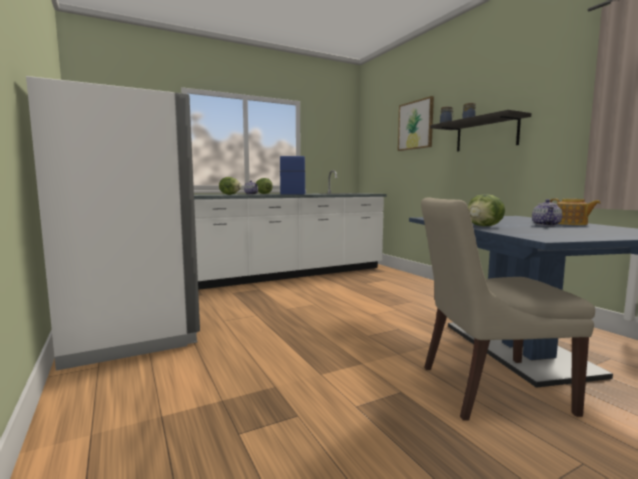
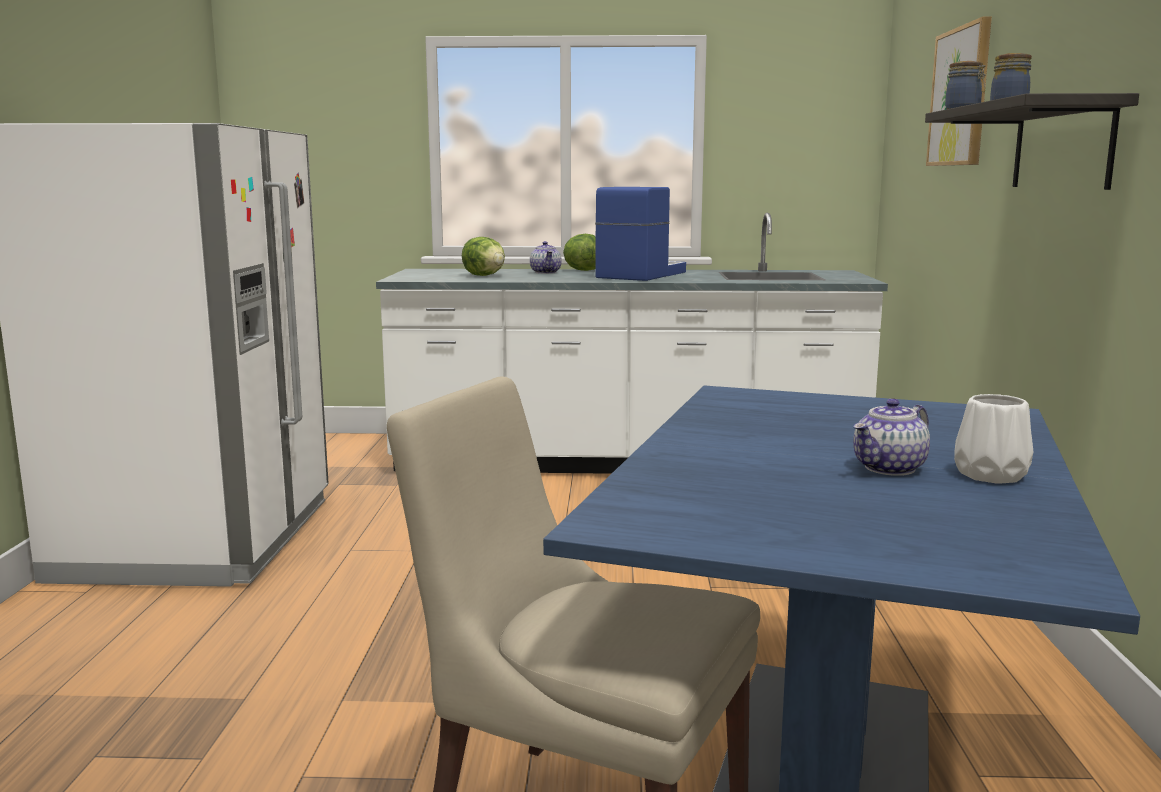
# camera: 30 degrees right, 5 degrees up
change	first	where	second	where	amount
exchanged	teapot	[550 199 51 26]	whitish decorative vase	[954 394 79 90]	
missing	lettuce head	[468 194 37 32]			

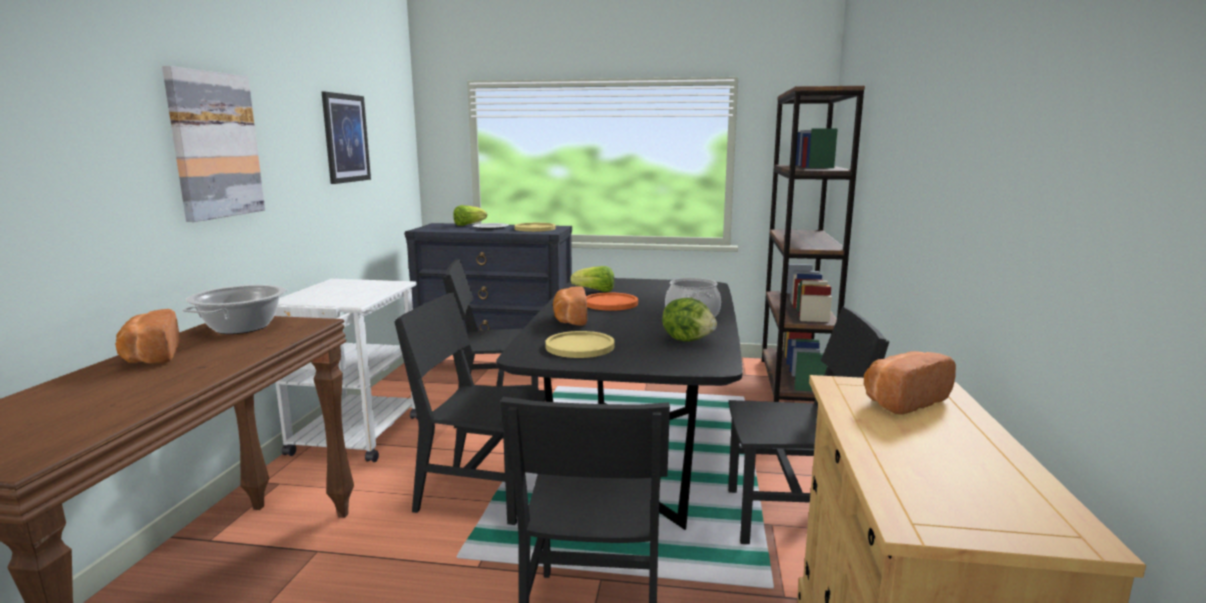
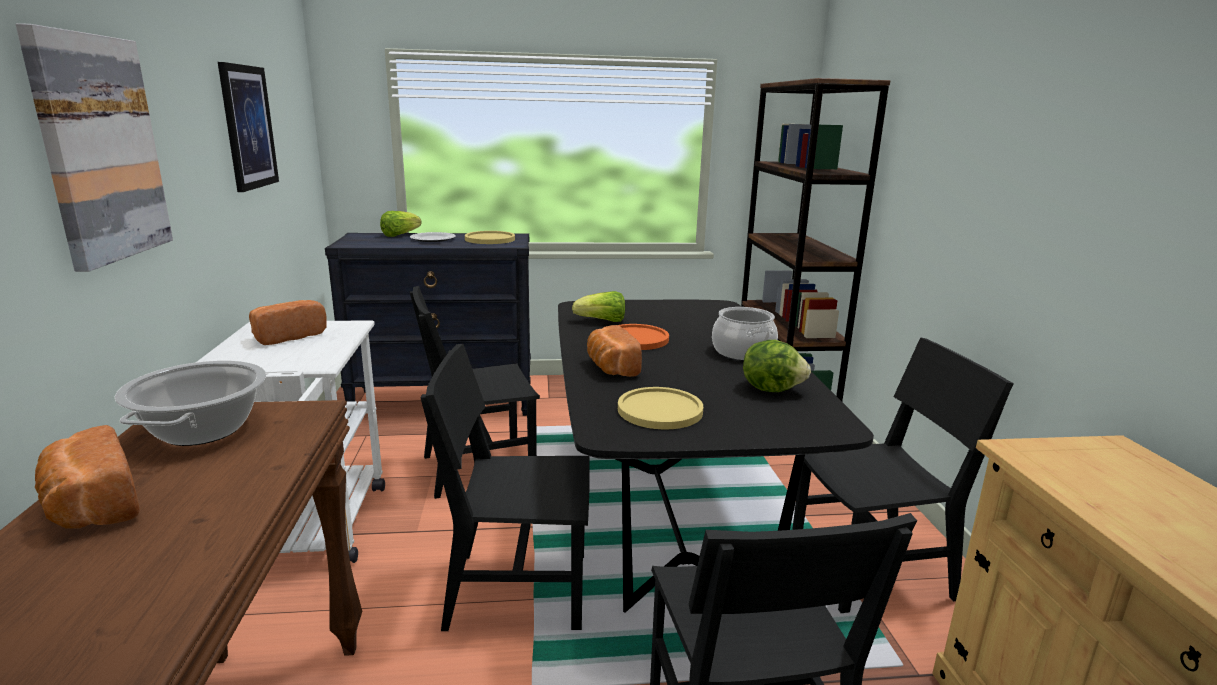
# camera: 15 degrees left, 5 degrees up
change	first	where	second	where	amount
relocated	bakery bread	[864 351 92 64]		[249 300 78 45]	

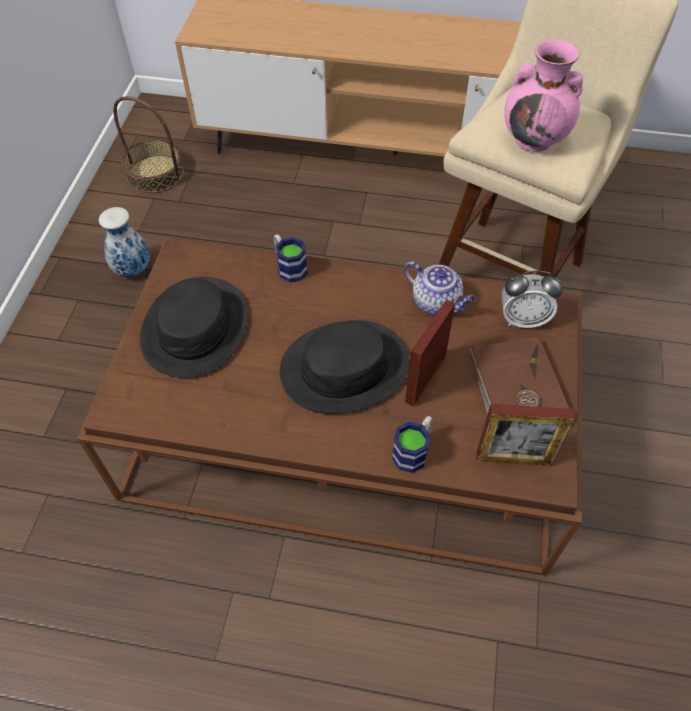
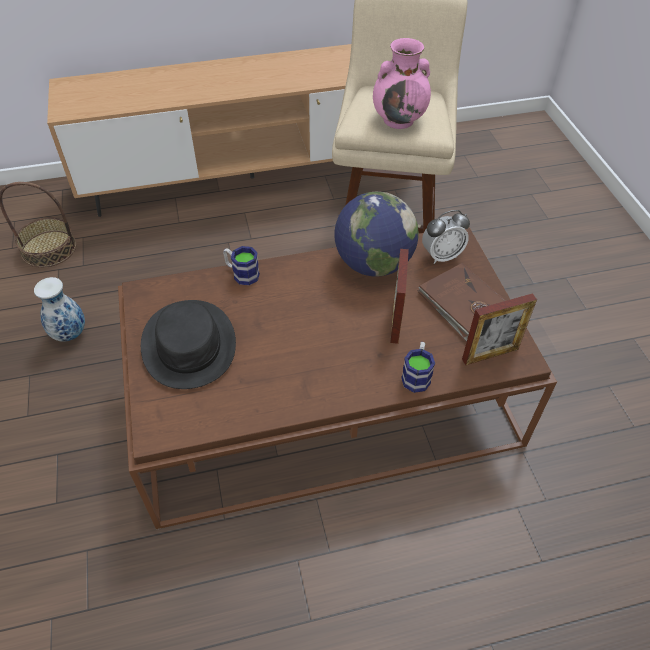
# camera: 25 degrees left, 5 degrees down
change	first	where	second	where	amount
exchanged	teapot	[404 261 72 55]	world globe	[334 192 85 85]	
missing	blackish clothing hat	[280 320 130 94]			

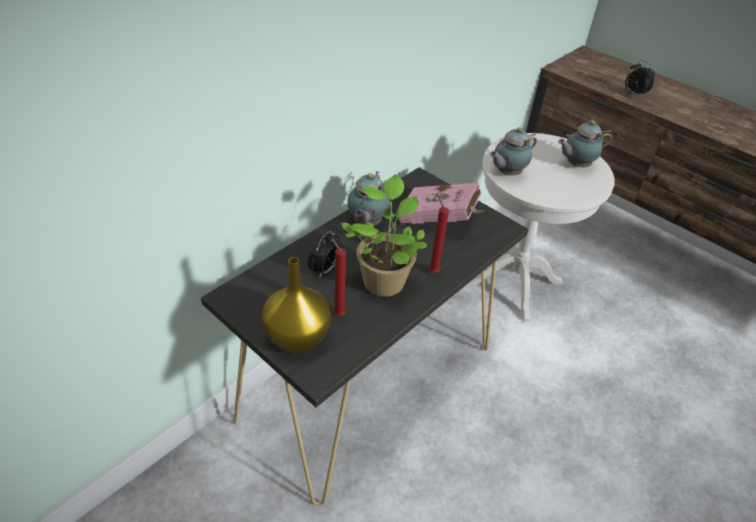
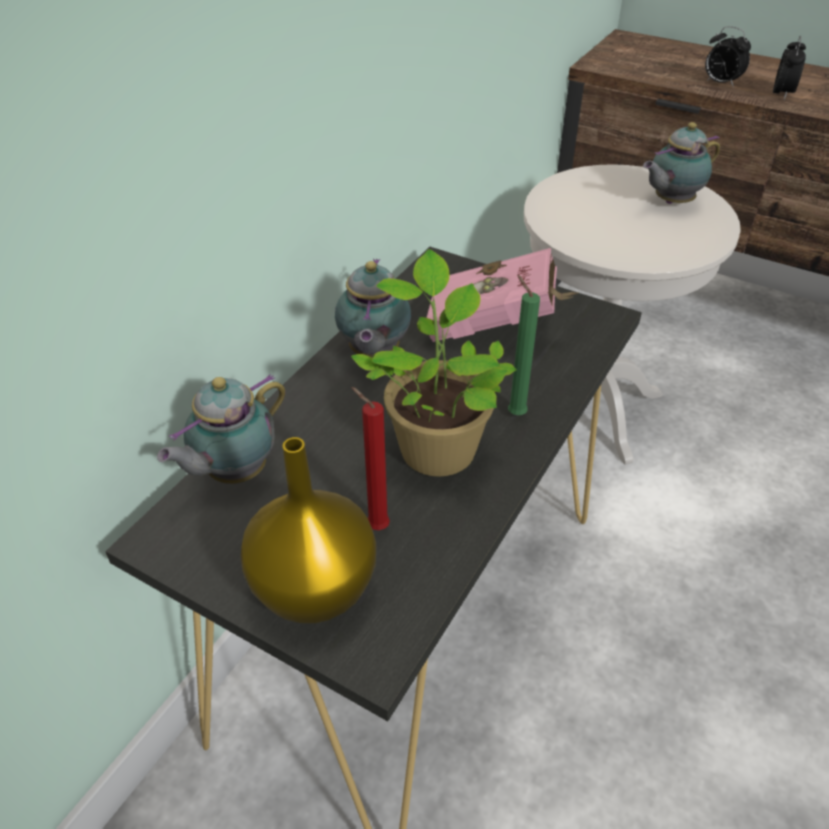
# camera: 10 degrees left, 0 degrees up
change	first	where	second	where	amount
relocated	teapot	[490 127 47 49]		[157 374 128 110]	
colour	reddish wax light	[429 197 20 76]	greenish wax light	[508 275 32 140]	
relocated	alarm clock	[308 231 33 47]		[773 36 33 64]	

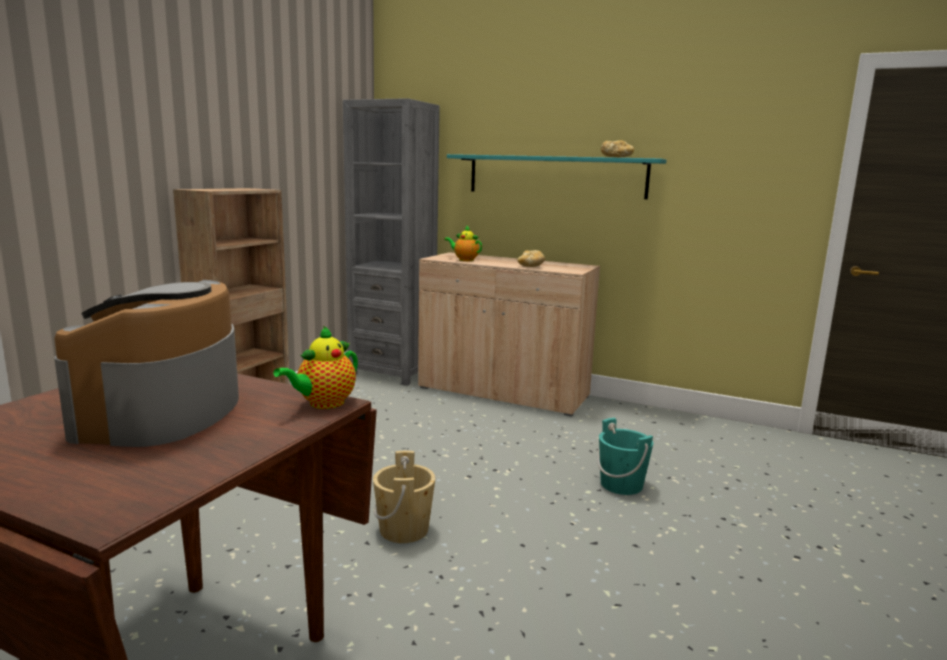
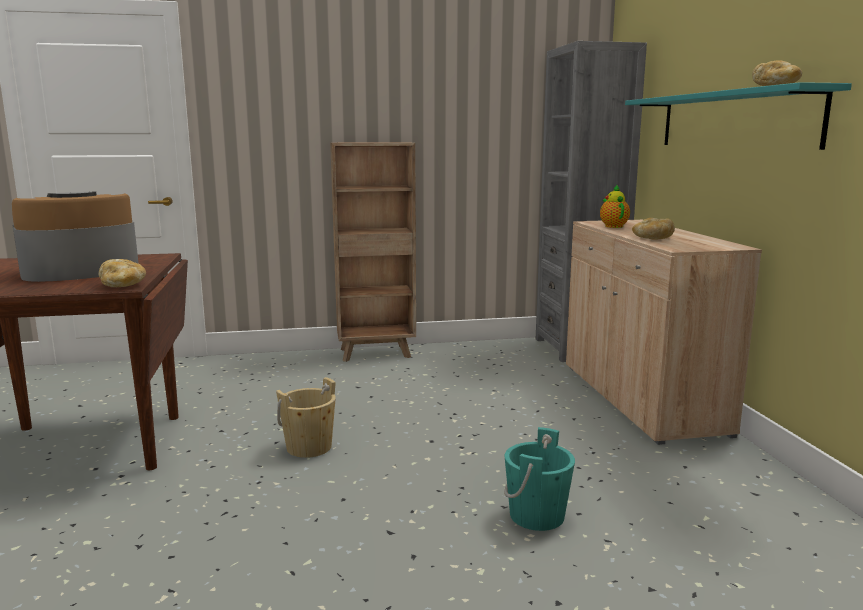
# camera: 55 degrees right, 0 degrees up
change	first	where	second	where	amount
exchanged	teapot	[273 326 85 83]	bakery bread	[99 259 47 28]	

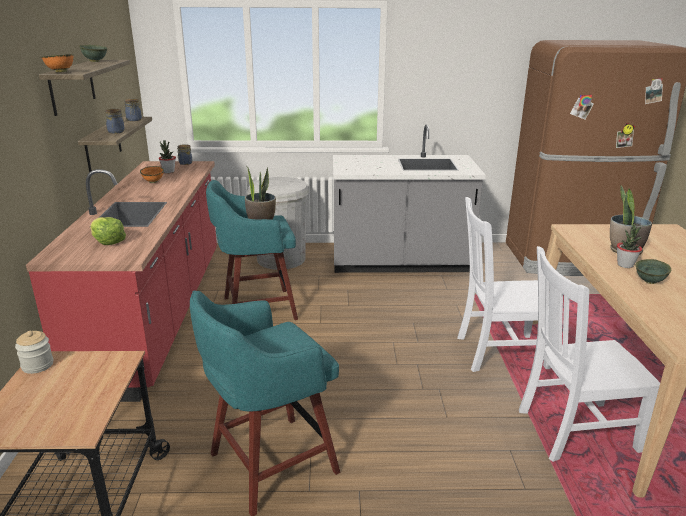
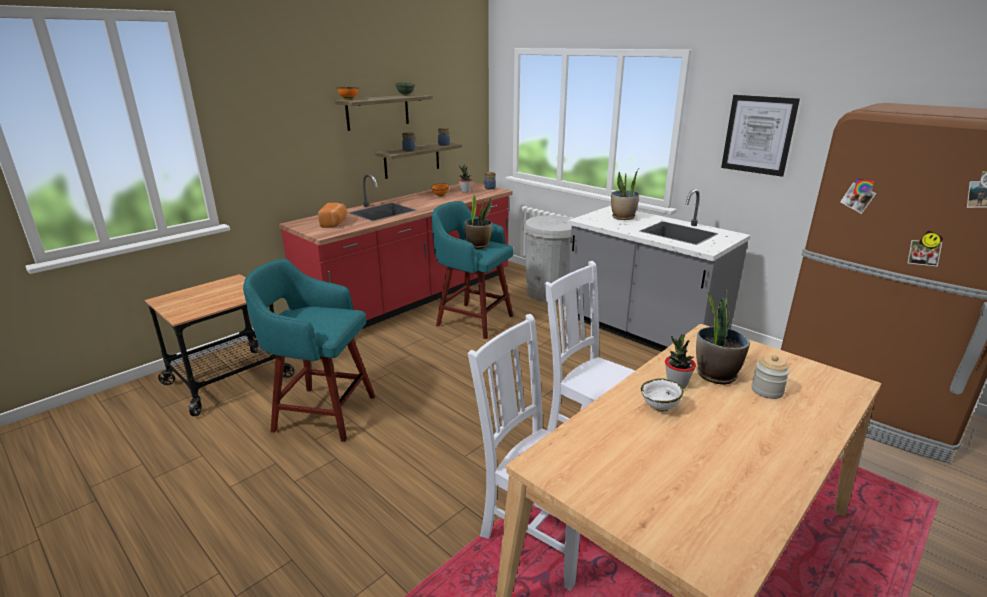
# camera: 45 degrees right, 0 degrees up
change	first	where	second	where	amount
exchanged	lettuce head	[90 217 36 28]	bakery bread	[318 203 29 25]	
appeared			houseplant	[611 169 28 51]	
colour	greenish deep dish	[636 259 35 25]	whitish deep dish	[641 378 43 34]	
appeared			wall art	[721 95 79 82]	
relocated	preserve jar	[15 331 38 43]		[752 355 38 44]	

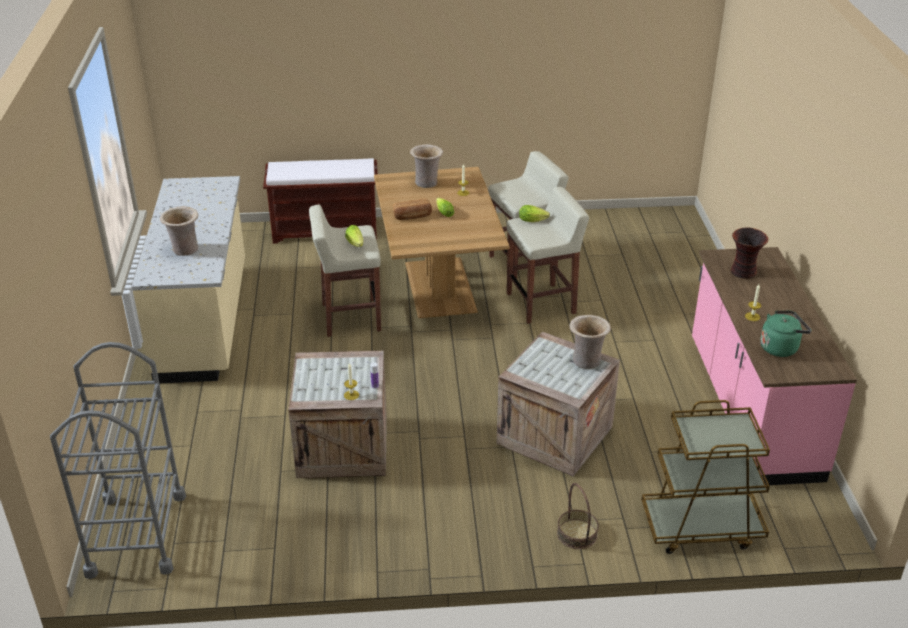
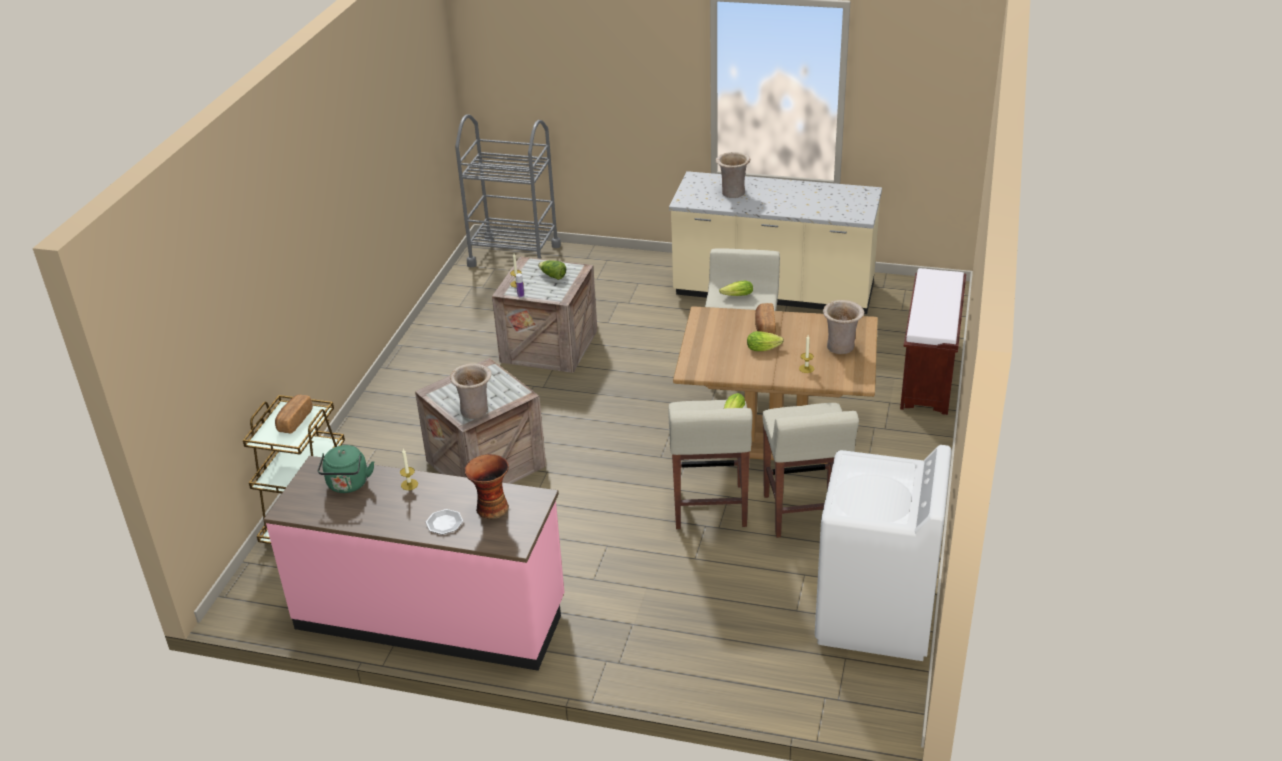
# camera: 110 degrees right, 0 degrees up
change	first	where	second	where	amount
appeared			bakery bread	[275 395 38 39]	
appeared			plate	[426 509 37 25]	
appeared			lettuce head	[538 260 28 20]	
appeared			whitish laundry machine	[815 445 137 216]	
missing	household basket	[557 483 42 66]			

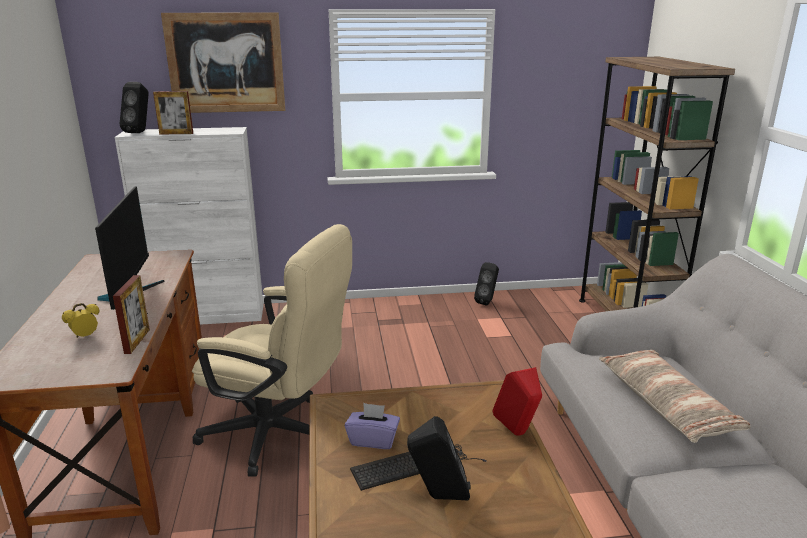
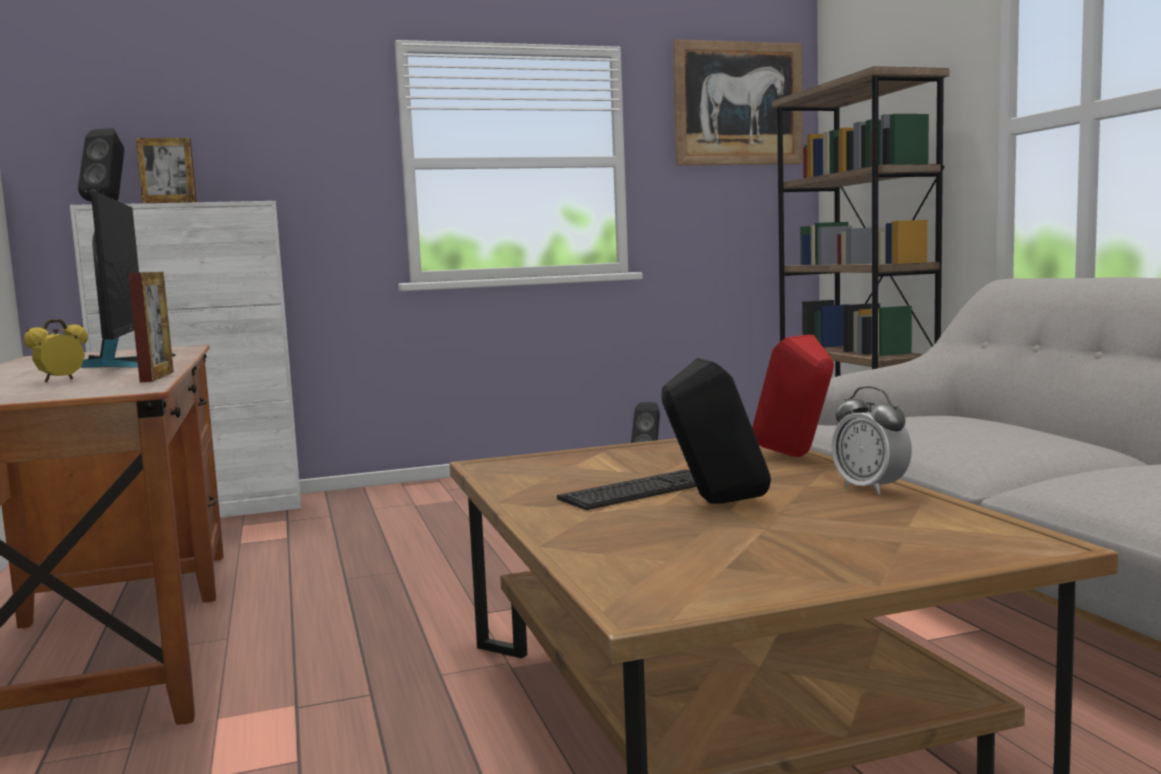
# camera: 10 degrees left, 15 degrees down
change	first	where	second	where	amount
relocated	wall art	[161 12 124 101]		[673 39 130 126]	
appeared			alarm clock	[831 386 81 109]	
missing	sand-coloured office chair	[192 224 160 253]			
missing	purplish box of tissues	[345 403 55 46]			
missing	pillow	[599 350 152 93]			

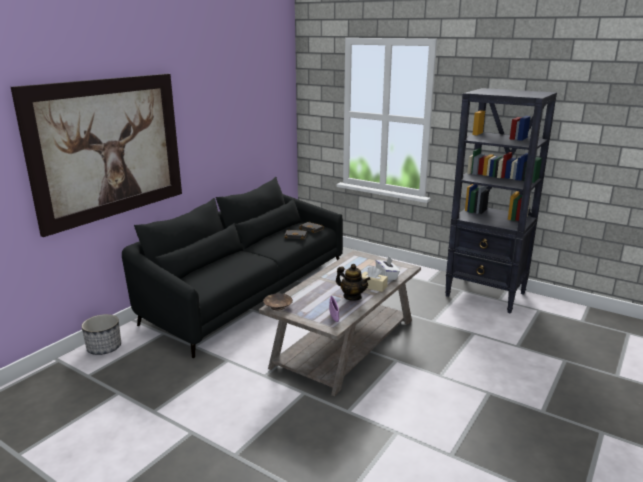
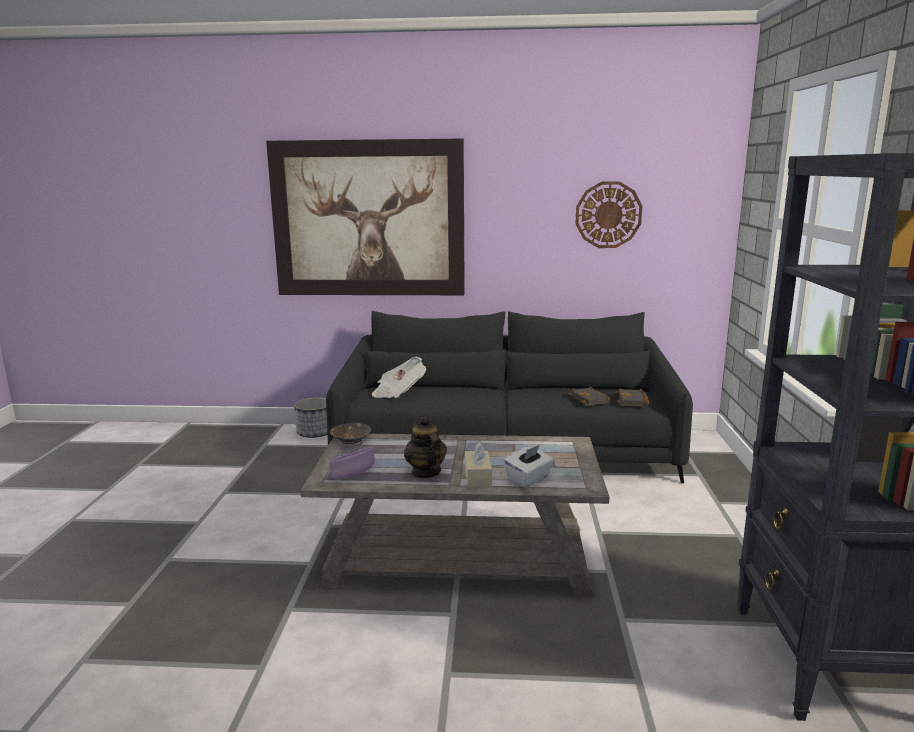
# camera: 60 degrees right, 5 degrees down
change	first	where	second	where	amount
appeared			newspaper	[371 357 55 41]	
spun	teapot	[336 264 34 37]		[404 416 43 62]	150 degrees clockwise
appeared			clock on the wall	[575 181 67 67]	

